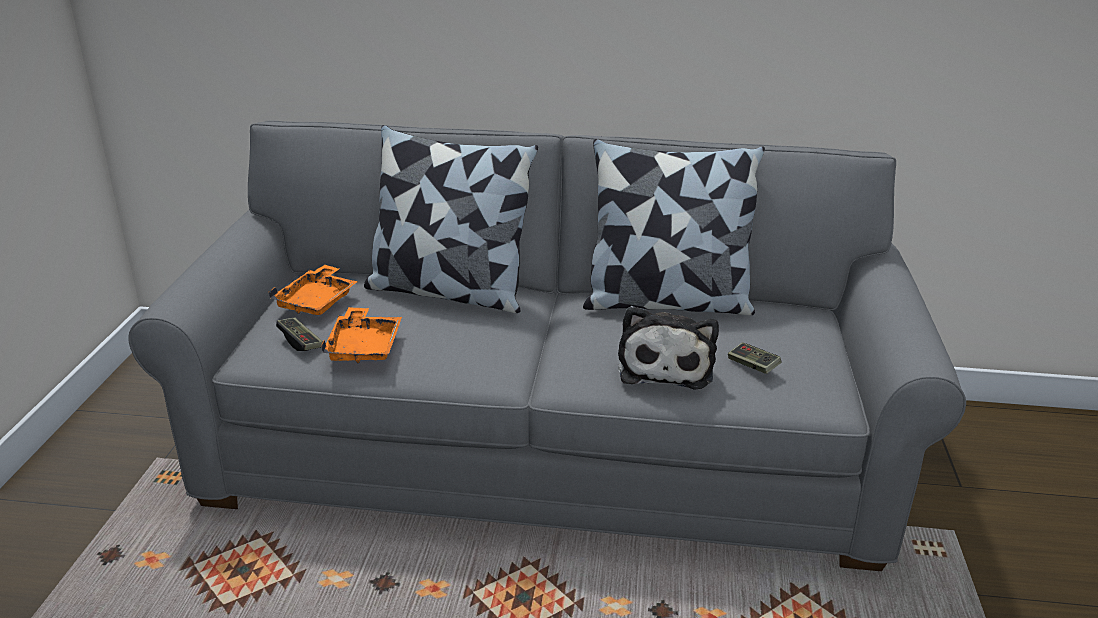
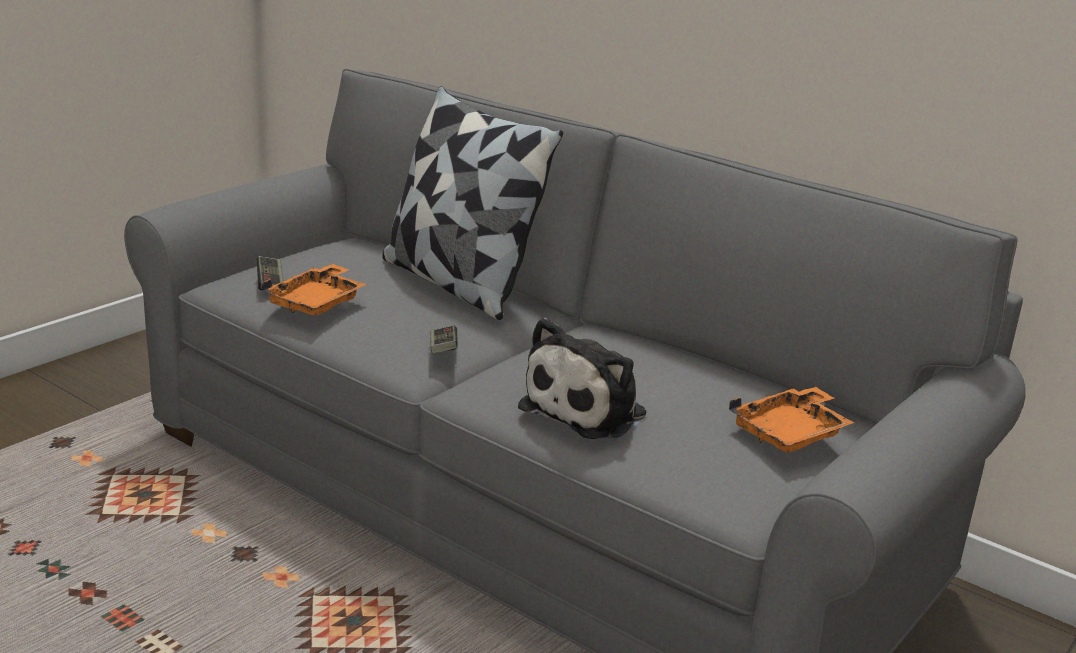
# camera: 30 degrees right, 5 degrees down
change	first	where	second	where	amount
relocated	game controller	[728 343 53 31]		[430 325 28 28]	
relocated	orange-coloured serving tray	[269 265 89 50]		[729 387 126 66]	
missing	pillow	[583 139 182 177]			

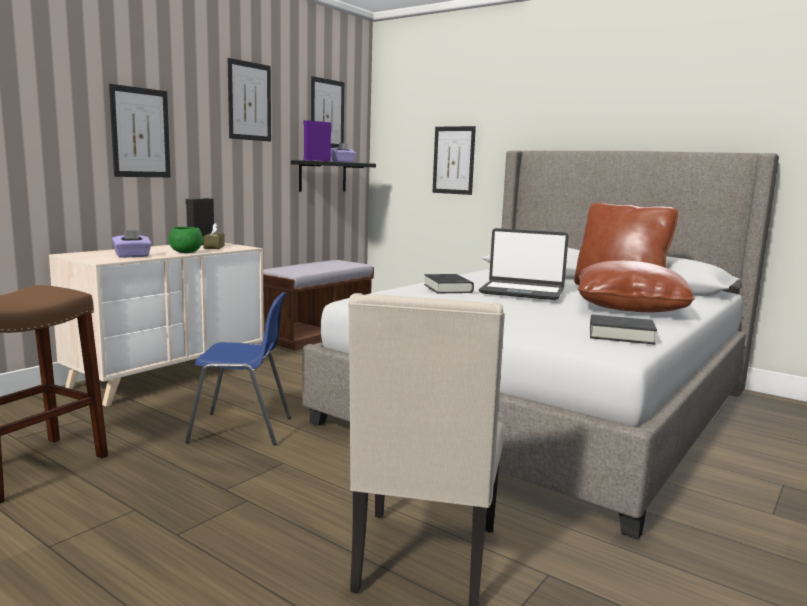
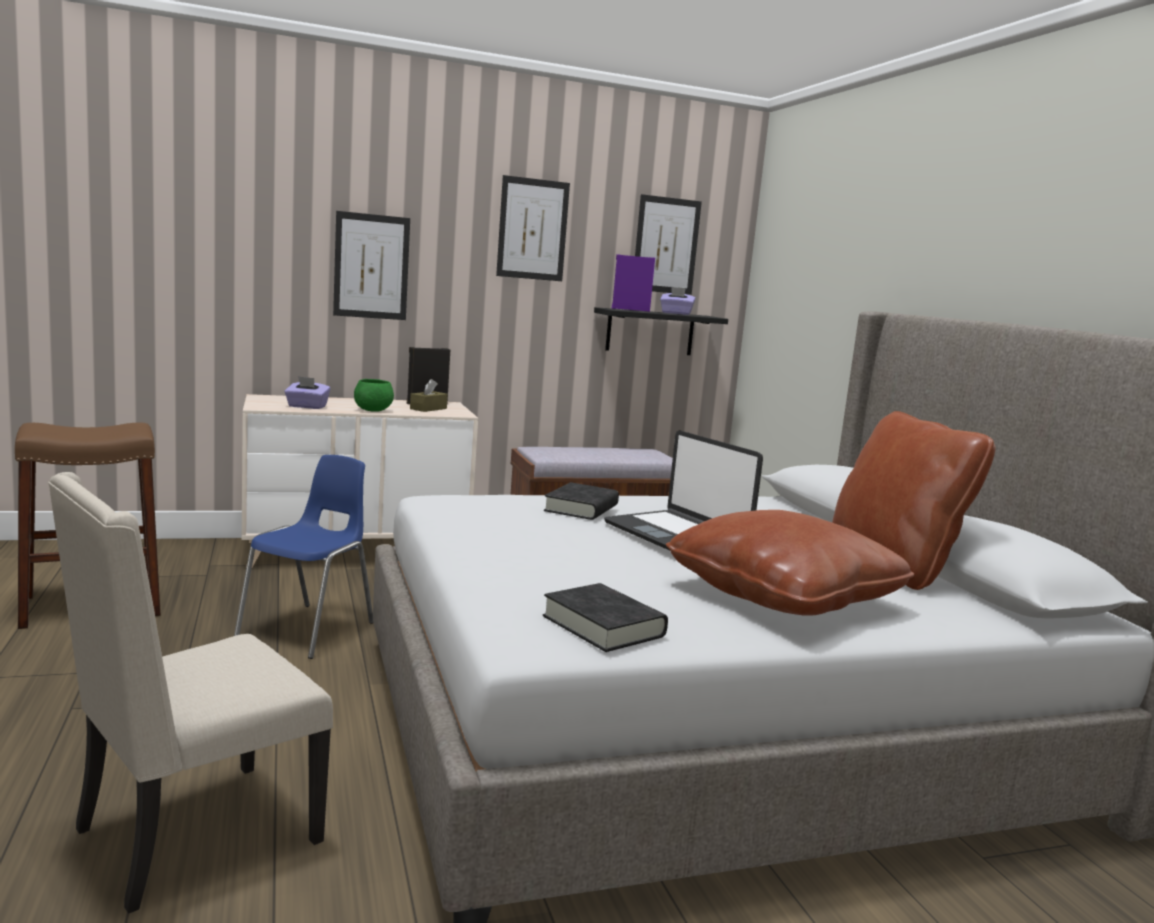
# camera: 35 degrees right, 0 degrees up
change	first	where	second	where	amount
spun	blue-coloured upright chair	[185 292 106 154]		[234 455 139 204]	105 degrees counterclockwise
missing	wall art	[433 126 43 69]			

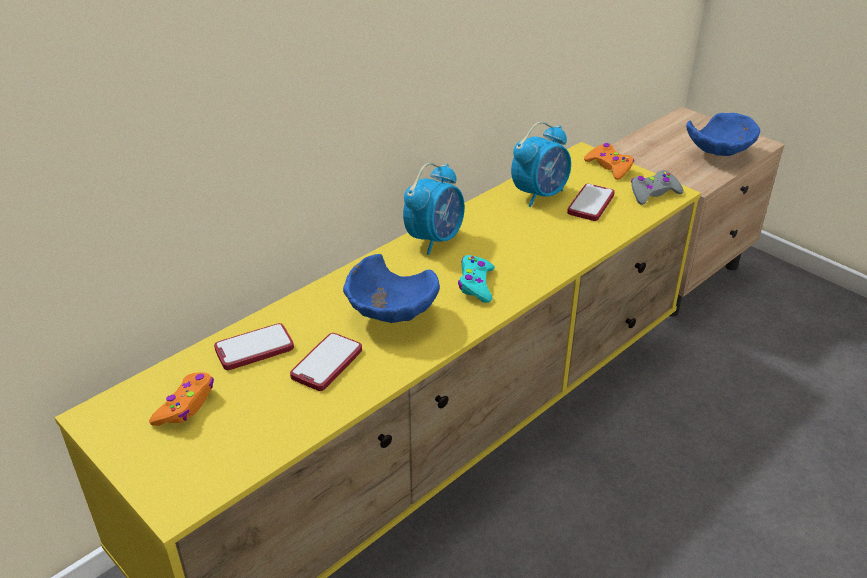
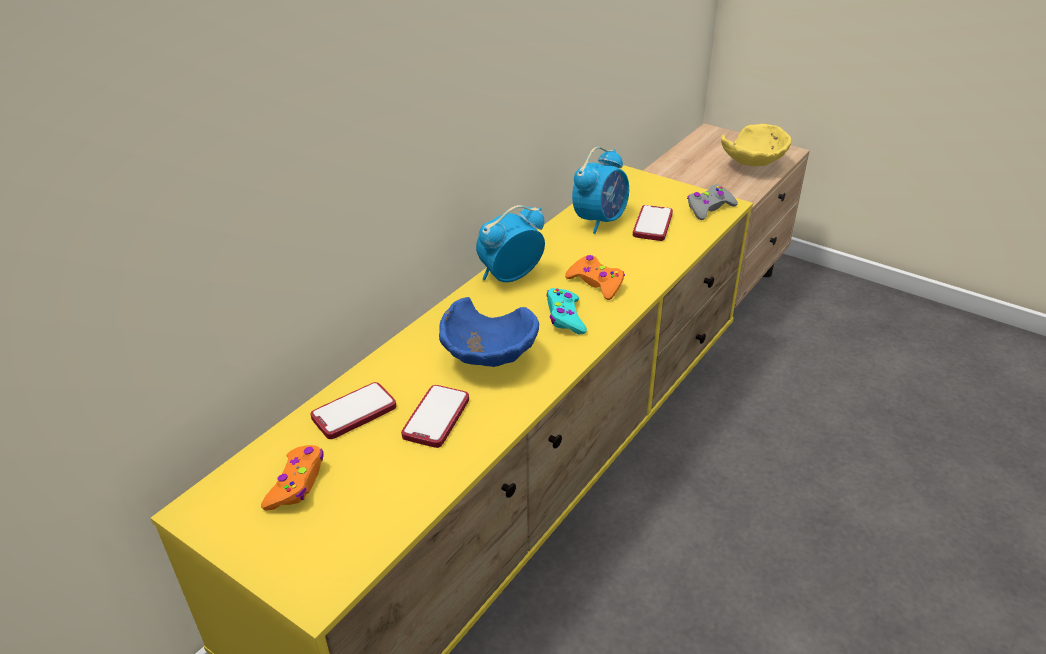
# camera: 10 degrees left, 0 degrees up
change	first	where	second	where	amount
spun	alarm clock	[403 163 62 92]		[476 205 69 77]	150 degrees counterclockwise
relocated	orange-coloured game controller	[584 143 50 37]		[565 255 60 45]	
colour	blue-coloured deep dish	[686 113 74 43]	yellowish deep dish	[721 124 70 42]	

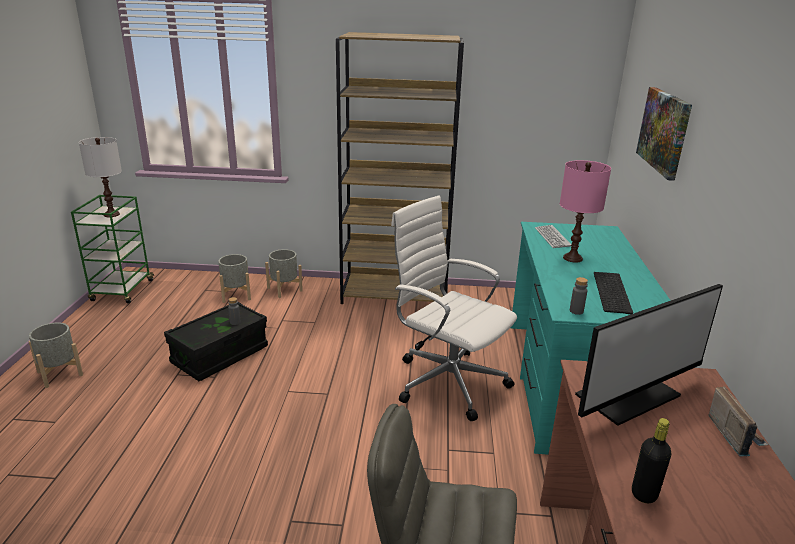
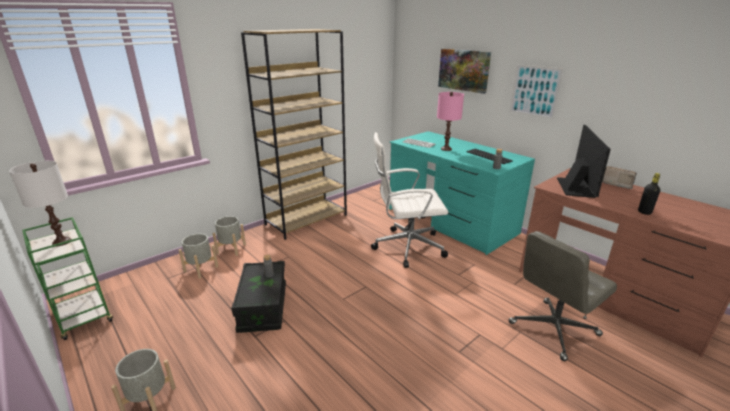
# camera: 45 degrees left, 0 degrees up
change	first	where	second	where	amount
appeared			wall art	[509 64 55 56]	

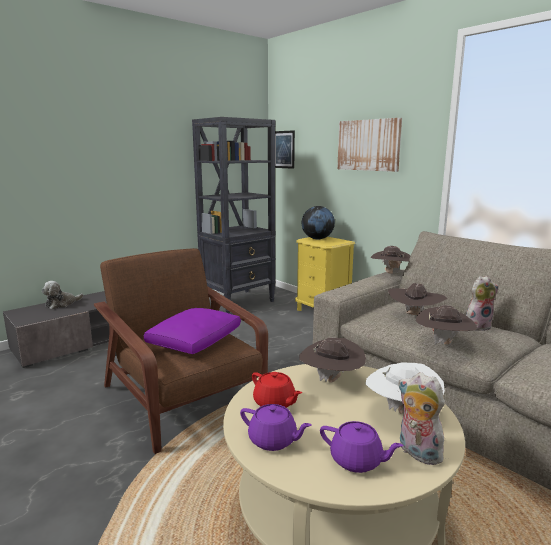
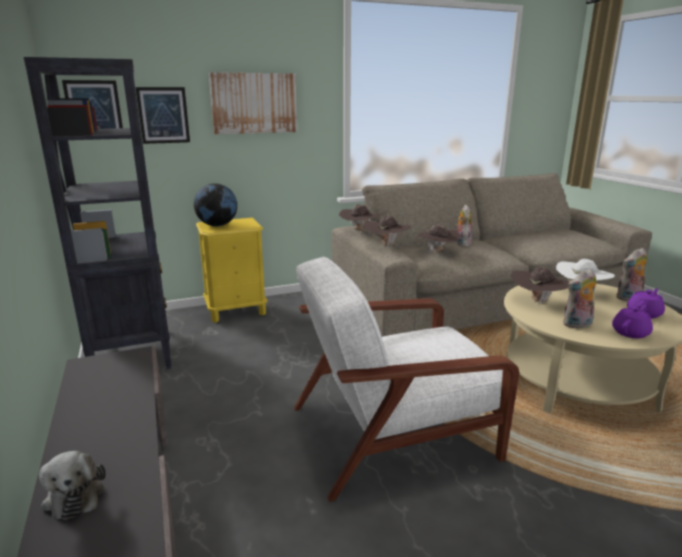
# camera: 70 degrees left, 5 degrees up
change	first	where	second	where	amount
appeared			wall art	[135 87 55 57]	
colour	brown easy chair	[94 248 174 206]	whitish easy chair	[294 256 225 246]	
relocated	brown clothing hat	[416 305 61 40]		[364 216 48 31]	
exchanged	reddish teapot	[252 372 50 36]	cuddly toy	[563 269 33 60]	
missing	purplish pillow	[144 308 97 46]			

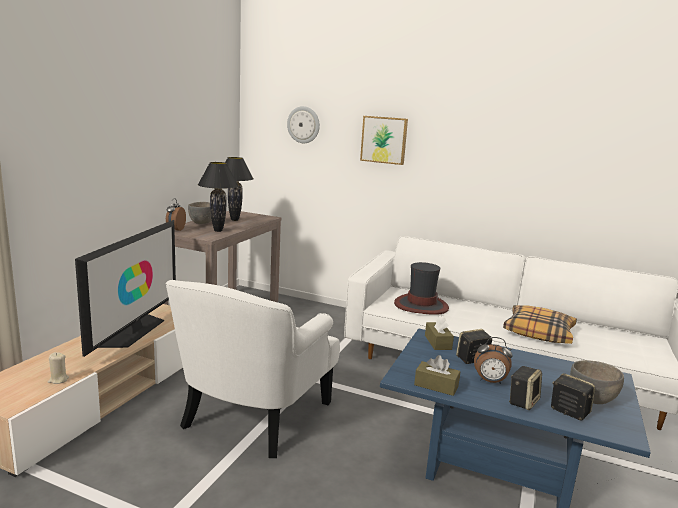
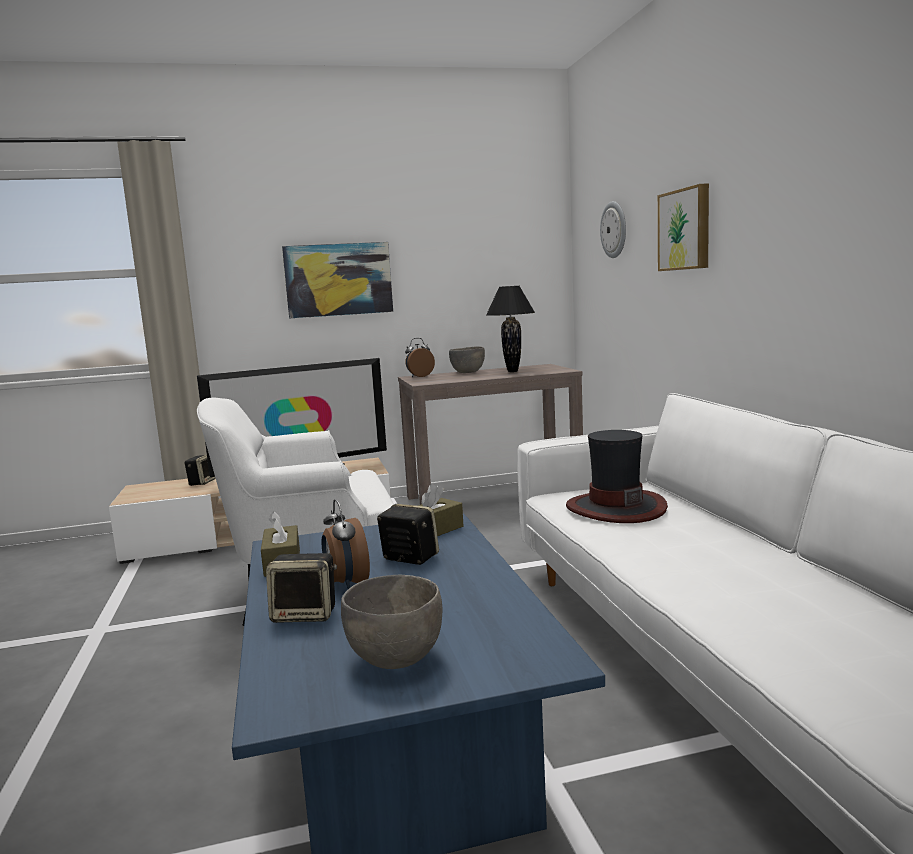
# camera: 55 degrees right, 5 degrees down
change	first	where	second	where	amount
relocated	audio speaker	[551 373 44 48]		[184 454 31 32]	
appeared			wall art	[282 242 111 76]	
missing	sand-coloured wax light	[48 352 21 32]			
missing	blackish tabletop lamp	[198 162 41 70]			
missing	pillow	[503 305 74 39]			

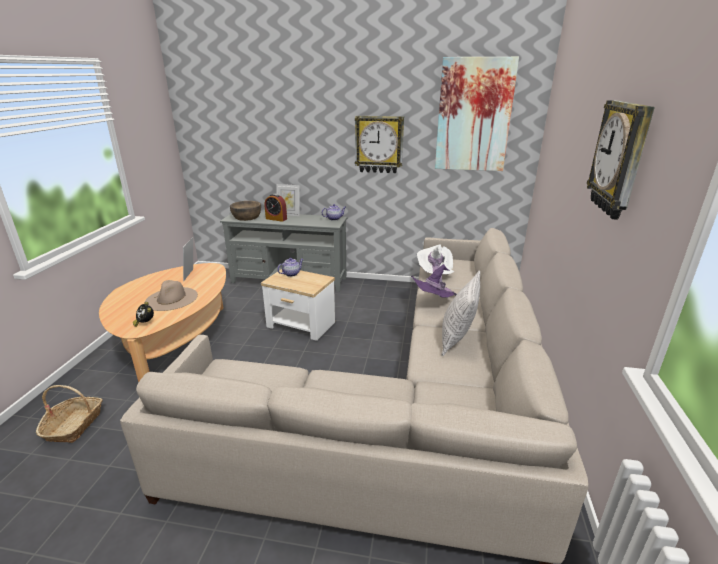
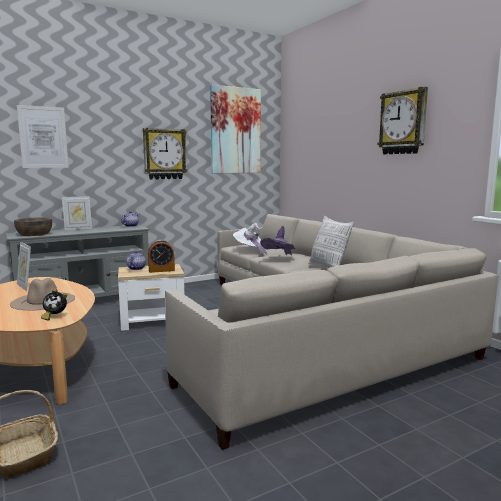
# camera: 40 degrees left, 15 degrees down
change	first	where	second	where	amount
appeared			wall art	[17 105 52 63]	
relocated	alarm clock	[264 194 23 28]		[148 240 27 33]	

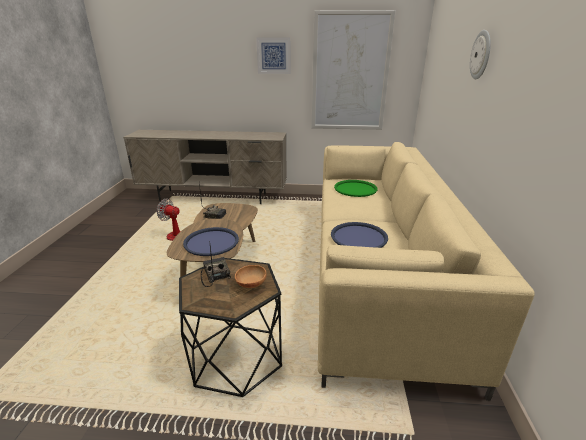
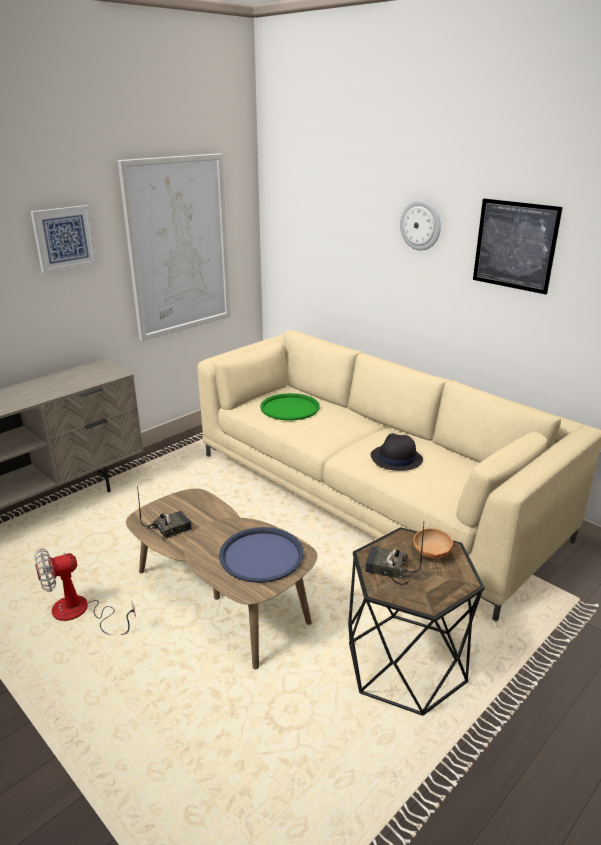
# camera: 50 degrees left, 0 degrees up
change	first	where	second	where	amount
exchanged	blue-coloured serving tray	[331 222 57 26]	blackish clothing hat	[371 433 52 38]	
appeared			wall art	[473 199 90 95]	

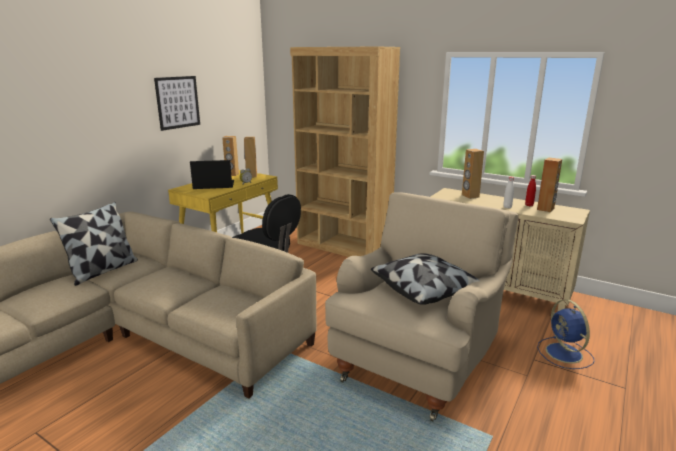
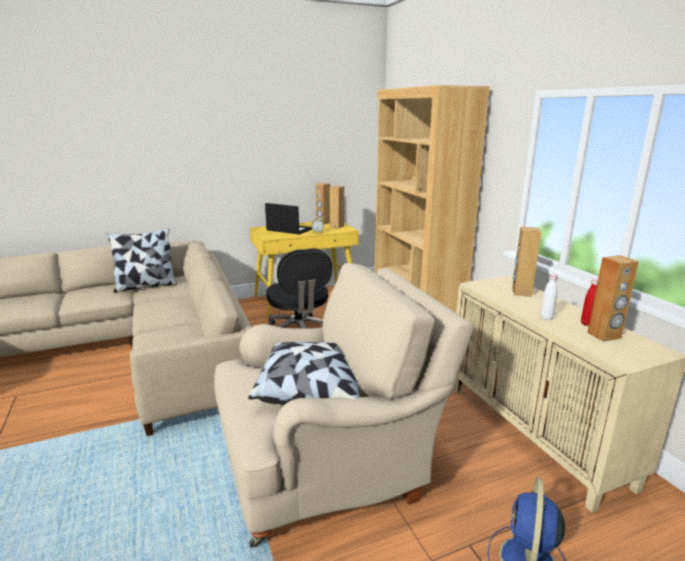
# camera: 35 degrees right, 0 degrees up
change	first	where	second	where	amount
missing	wall art	[154 76 46 55]			

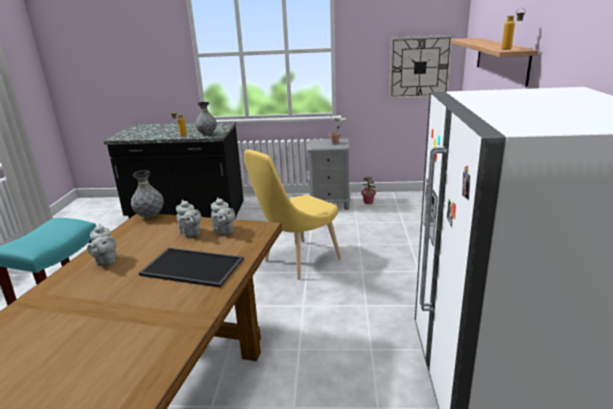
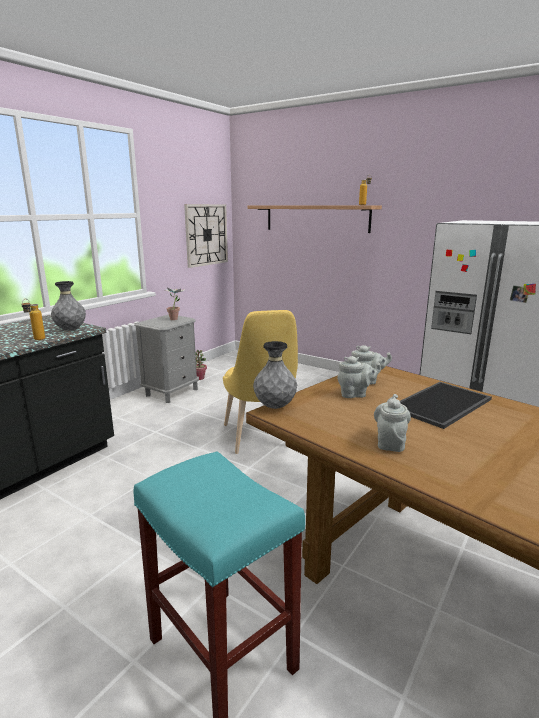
# camera: 60 degrees left, 5 degrees down
change	first	where	second	where	amount
spun	gray teapot	[87 223 29 43]		[374 394 37 58]	90 degrees counterclockwise

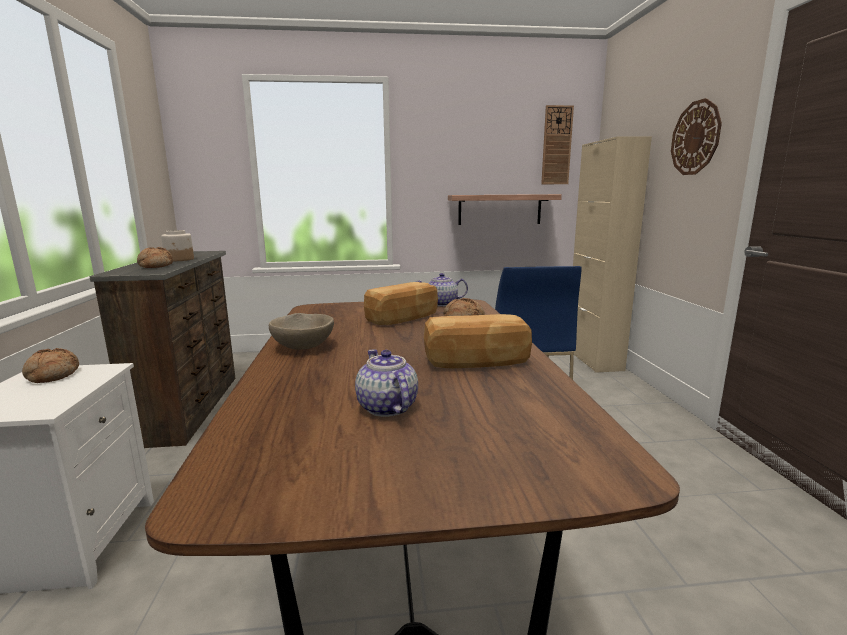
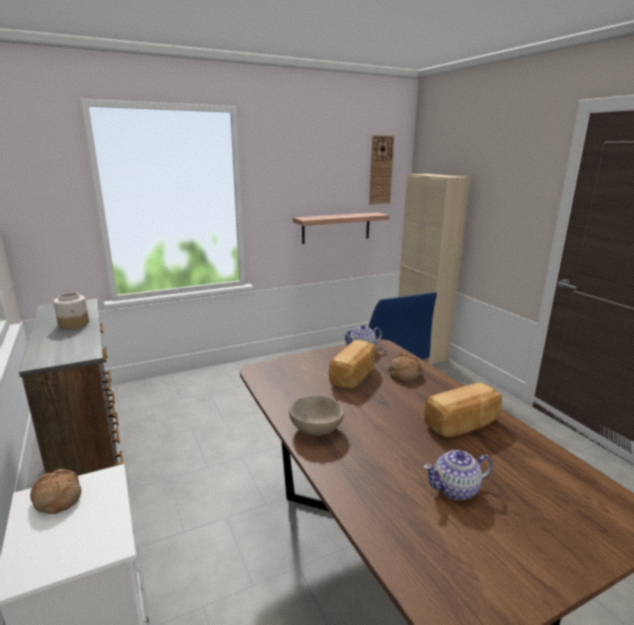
# camera: 20 degrees left, 5 degrees up
change	first	where	second	where	amount
spun	teapot	[355 350 63 67]		[423 450 70 50]	60 degrees counterclockwise
missing	bakery bread	[137 247 36 21]			
missing	clock on the wall	[671 98 51 77]			

